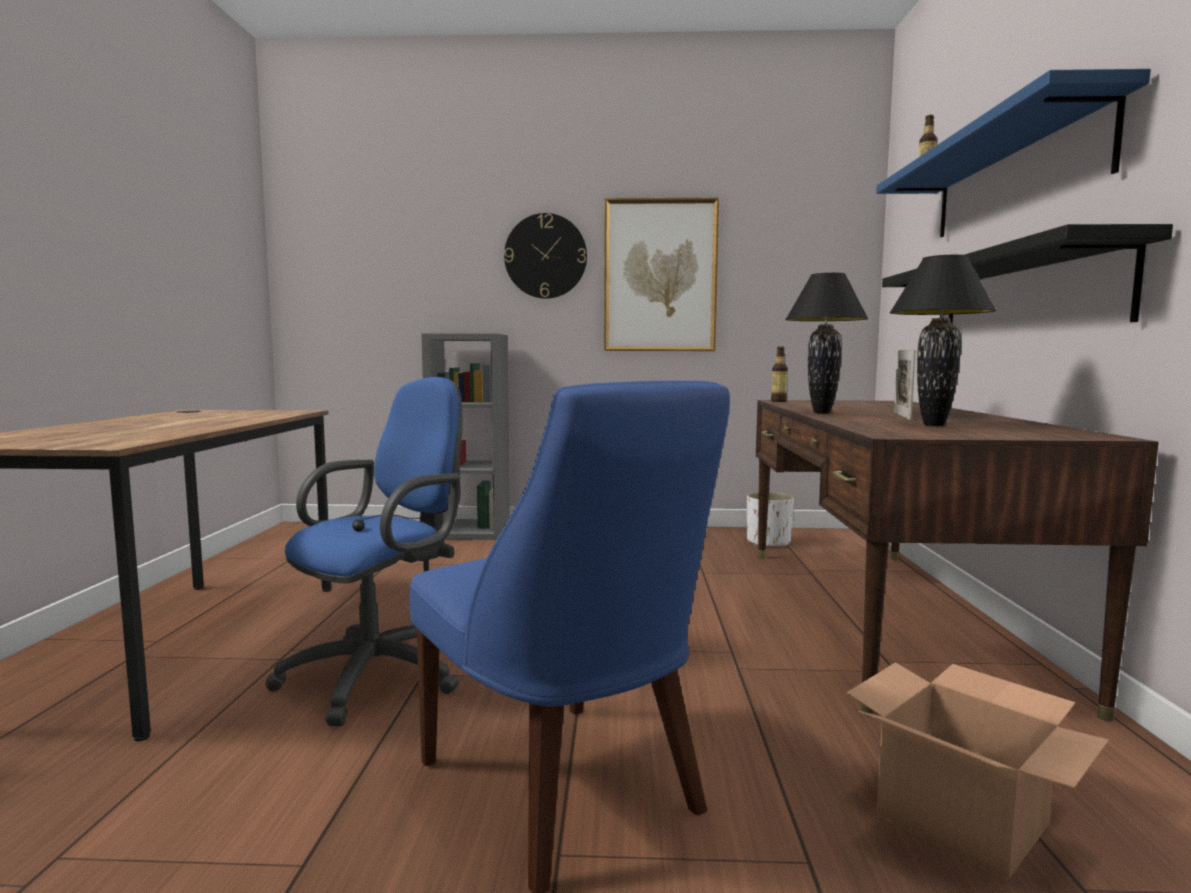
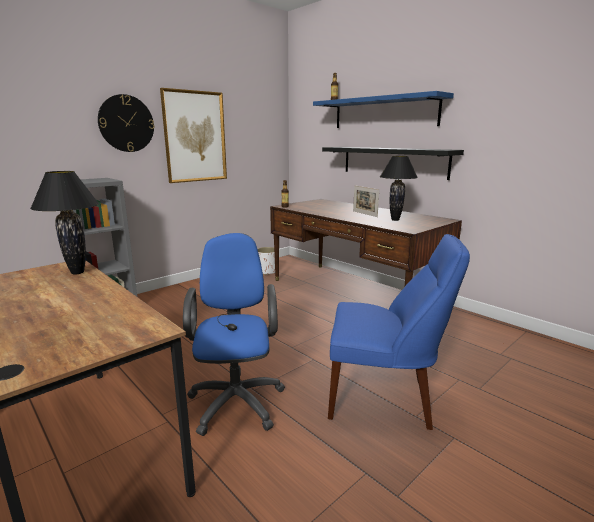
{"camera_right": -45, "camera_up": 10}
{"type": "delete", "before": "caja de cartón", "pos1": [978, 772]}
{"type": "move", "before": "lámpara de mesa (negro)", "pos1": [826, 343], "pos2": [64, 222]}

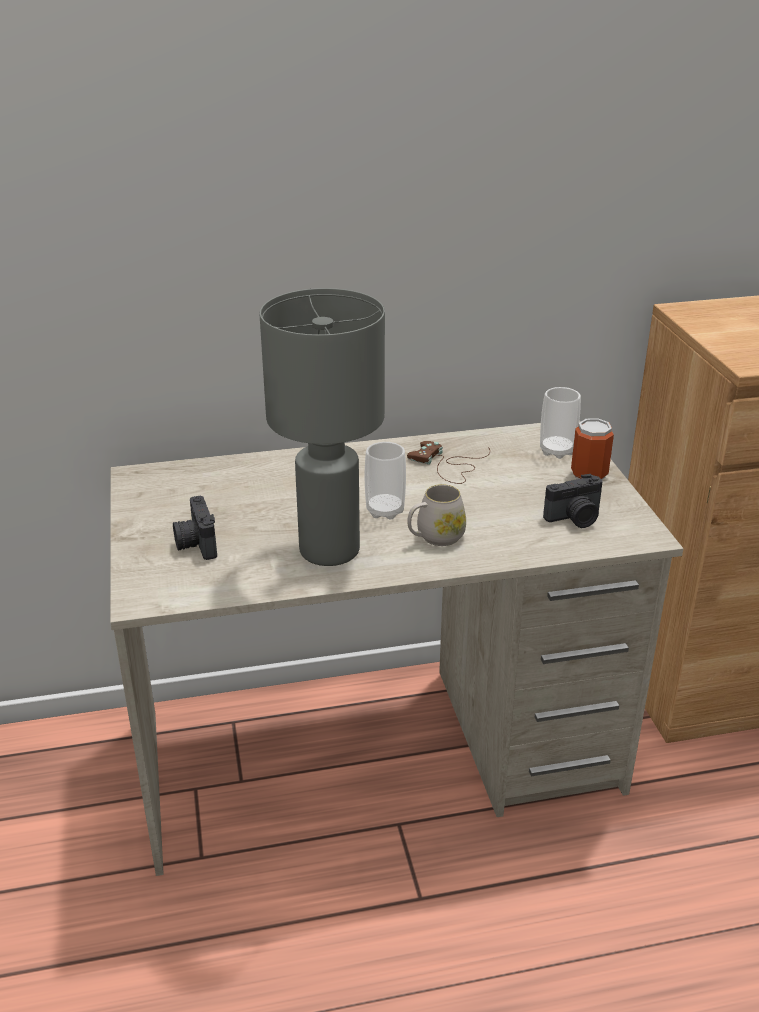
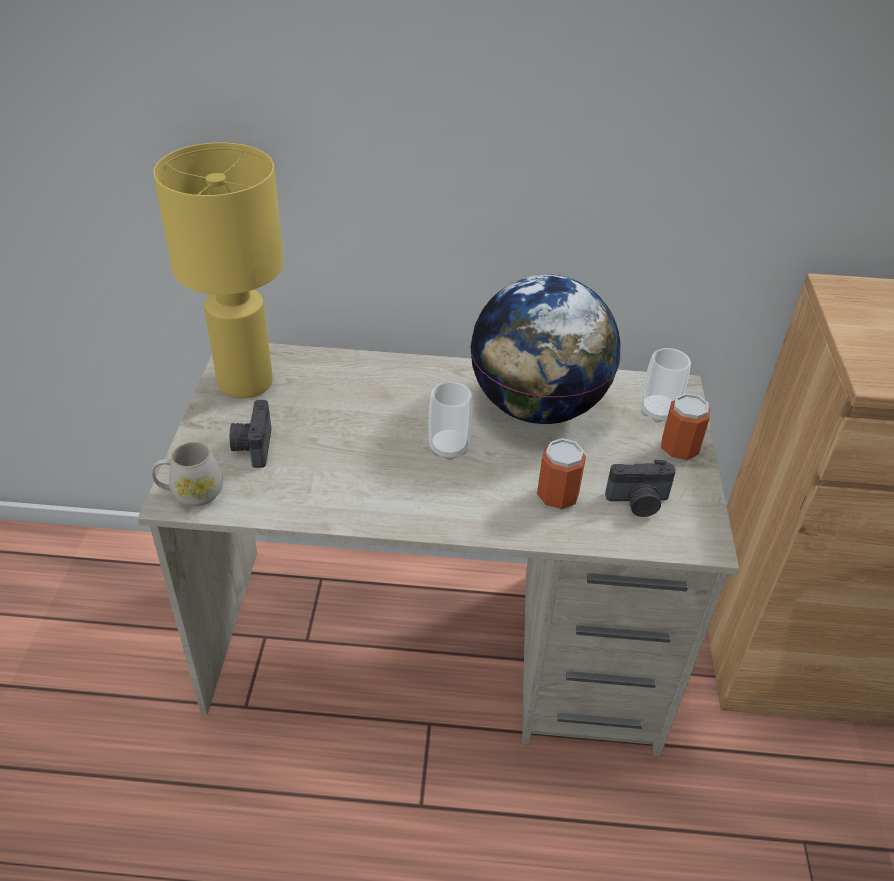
{"camera_right": 15, "camera_up": 10}
{"type": "delete", "before": "lámpara de mesa (gris)", "pos1": [322, 427]}
{"type": "insert", "after": "lámpara de mesa (amarillo)", "pos2": [218, 270]}
{"type": "insert", "after": "lata", "pos2": [561, 474]}
{"type": "move", "before": "taza grande (blanco)", "pos1": [436, 515], "pos2": [187, 474]}
{"type": "replace", "before": "mando de consola (marrón)", "after": "globo terráqueo", "pos1": [448, 462], "pos2": [545, 349]}

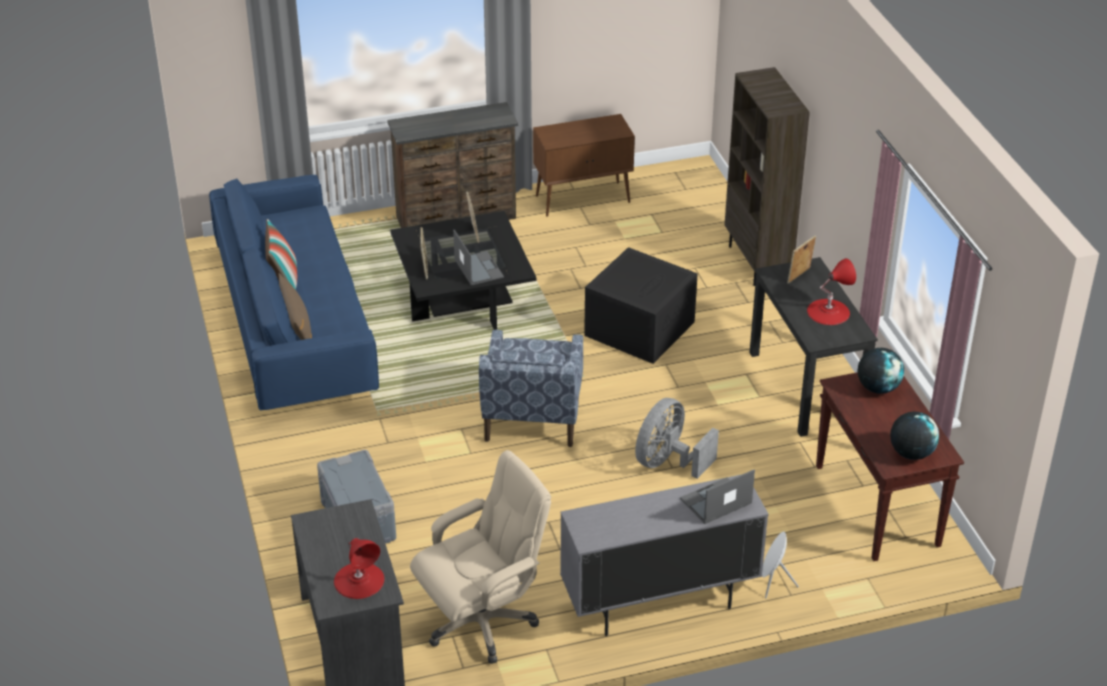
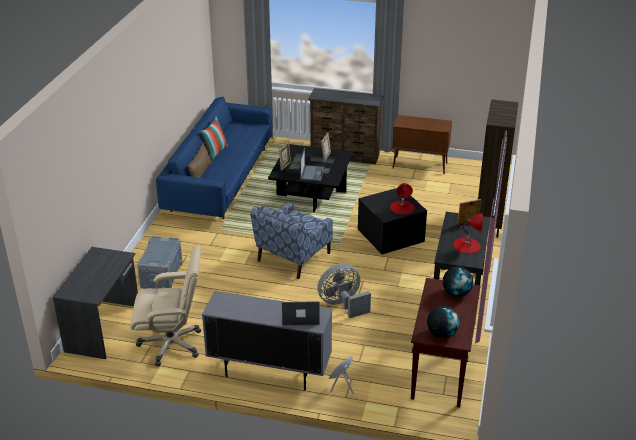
{"camera_right": 30, "camera_up": -5}
{"type": "move", "before": "lámpara de mesa (rojo)", "pos1": [359, 568], "pos2": [402, 198]}

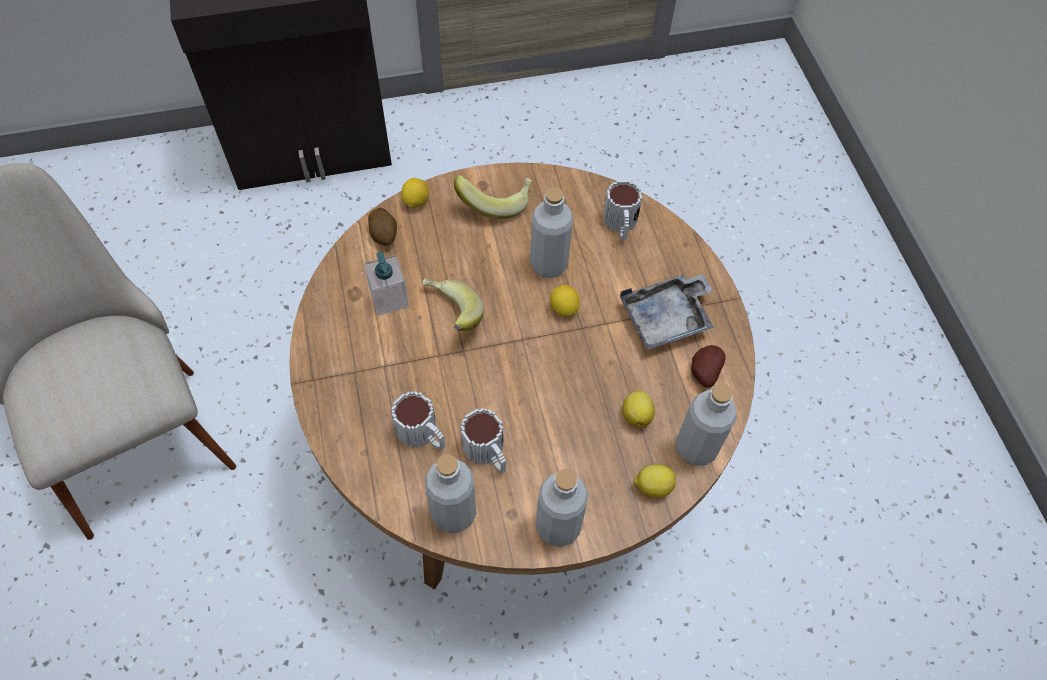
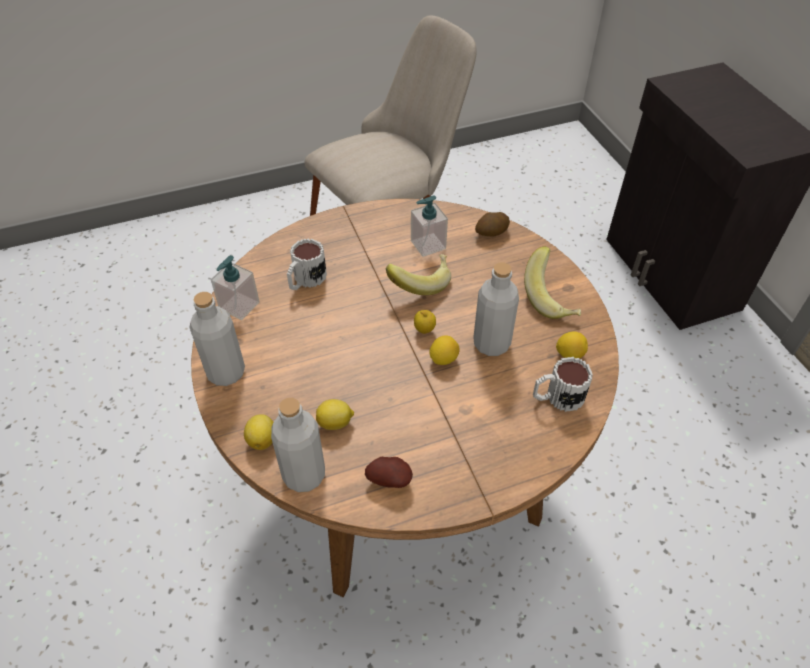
{"camera_right": 85, "camera_up": -10}
{"type": "delete", "before": "taza grande", "pos1": [483, 440]}
{"type": "delete", "before": "bandeja (gris)", "pos1": [667, 312]}
{"type": "insert", "after": "manzana", "pos2": [425, 322]}
{"type": "move", "before": "limón", "pos1": [415, 193], "pos2": [572, 344]}
{"type": "replace", "before": "botella (gris)", "after": "dispensador de jabón", "pos1": [450, 493], "pos2": [235, 287]}

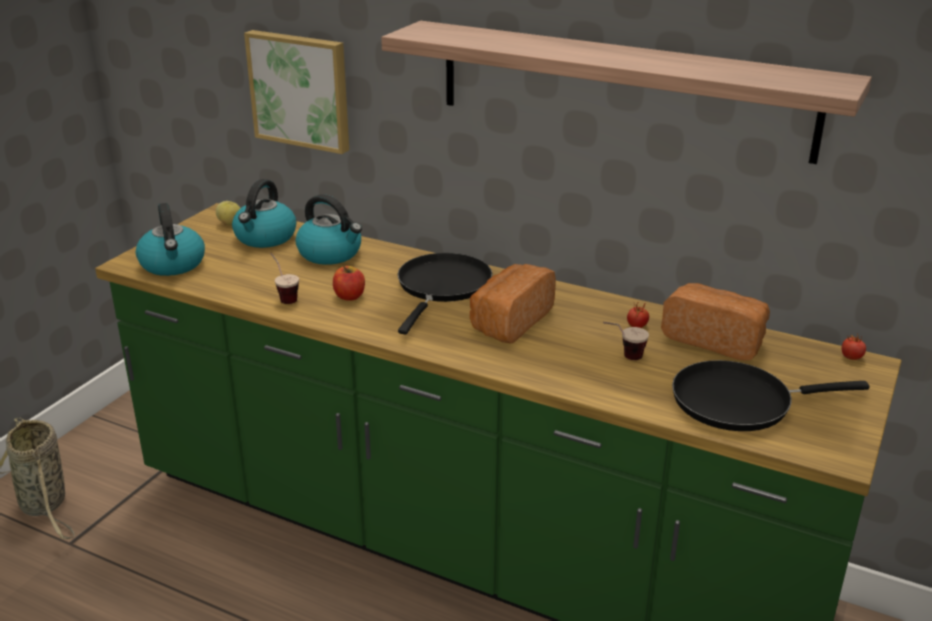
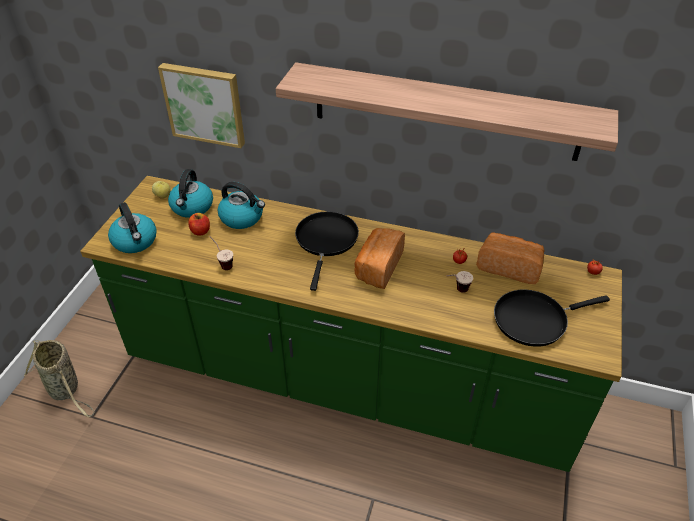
{"camera_right": -10, "camera_up": 15}
{"type": "move", "before": "manzana", "pos1": [349, 283], "pos2": [199, 224]}

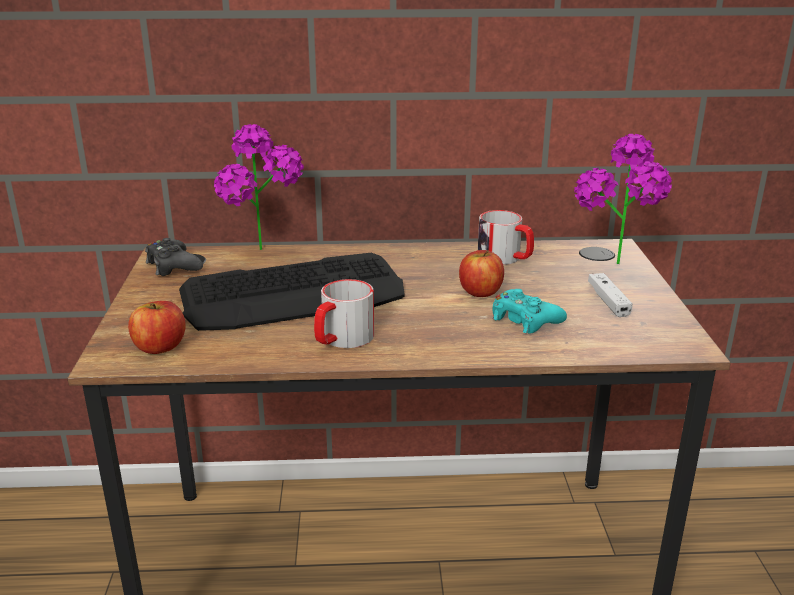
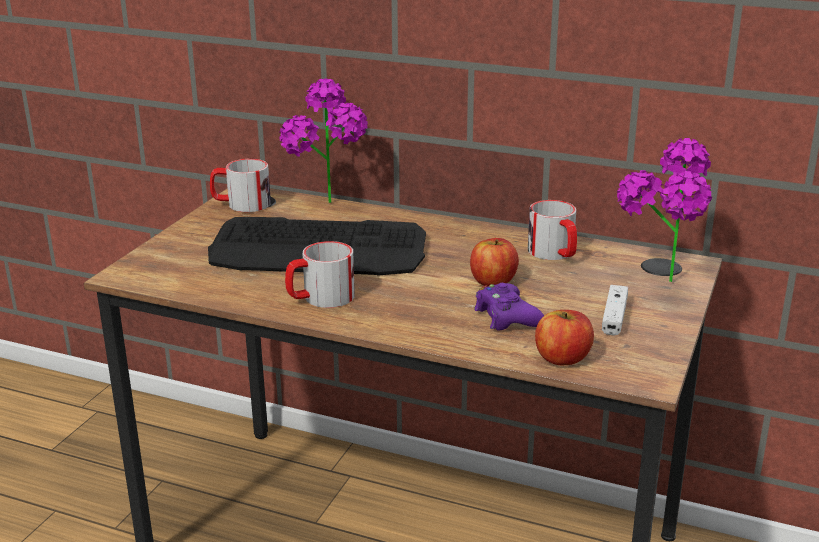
{"camera_right": 25, "camera_up": 0}
{"type": "move", "before": "manzana", "pos1": [157, 327], "pos2": [564, 337]}
{"type": "replace", "before": "mando de consola (negro)", "after": "taza grande", "pos1": [174, 257], "pos2": [240, 185]}
{"type": "recolor", "before": "mando de consola (turquesa)", "after": "mando de consola (morado)", "pos1": [530, 311], "pos2": [509, 307]}

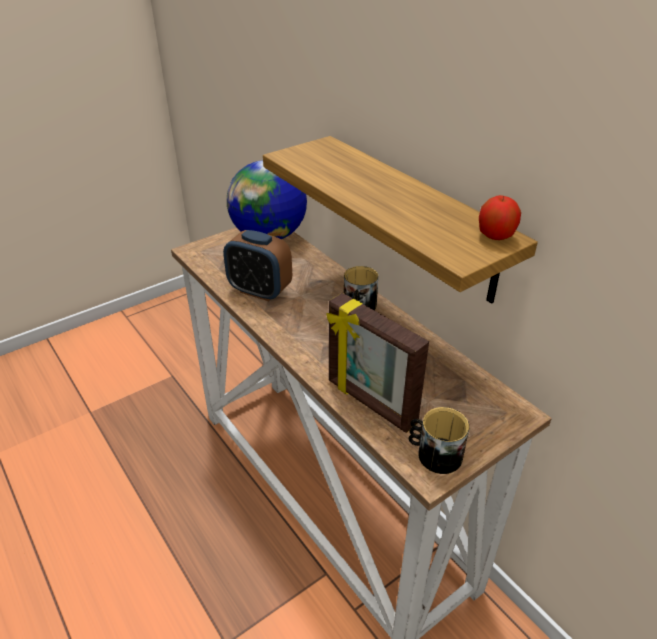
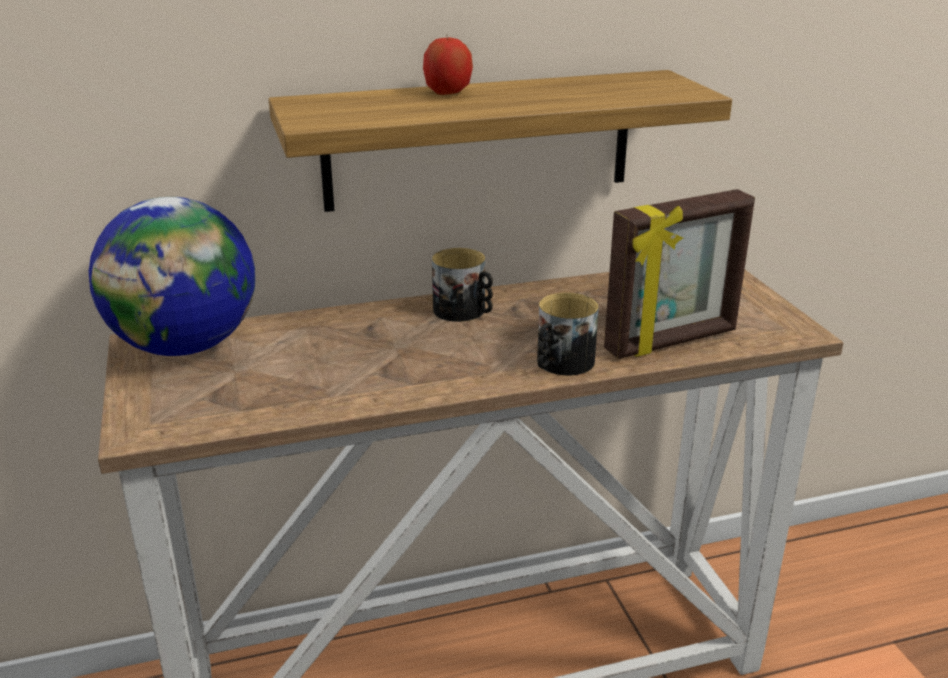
{"camera_right": -70, "camera_up": -10}
{"type": "delete", "before": "despertador", "pos1": [257, 265]}
{"type": "move", "before": "taza grande", "pos1": [439, 440], "pos2": [568, 334]}
{"type": "move", "before": "manzana", "pos1": [500, 217], "pos2": [448, 66]}

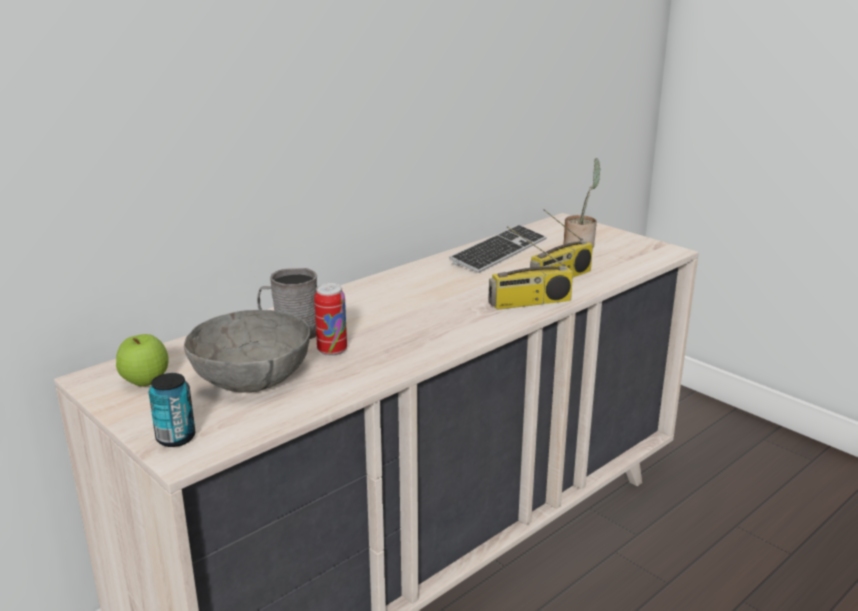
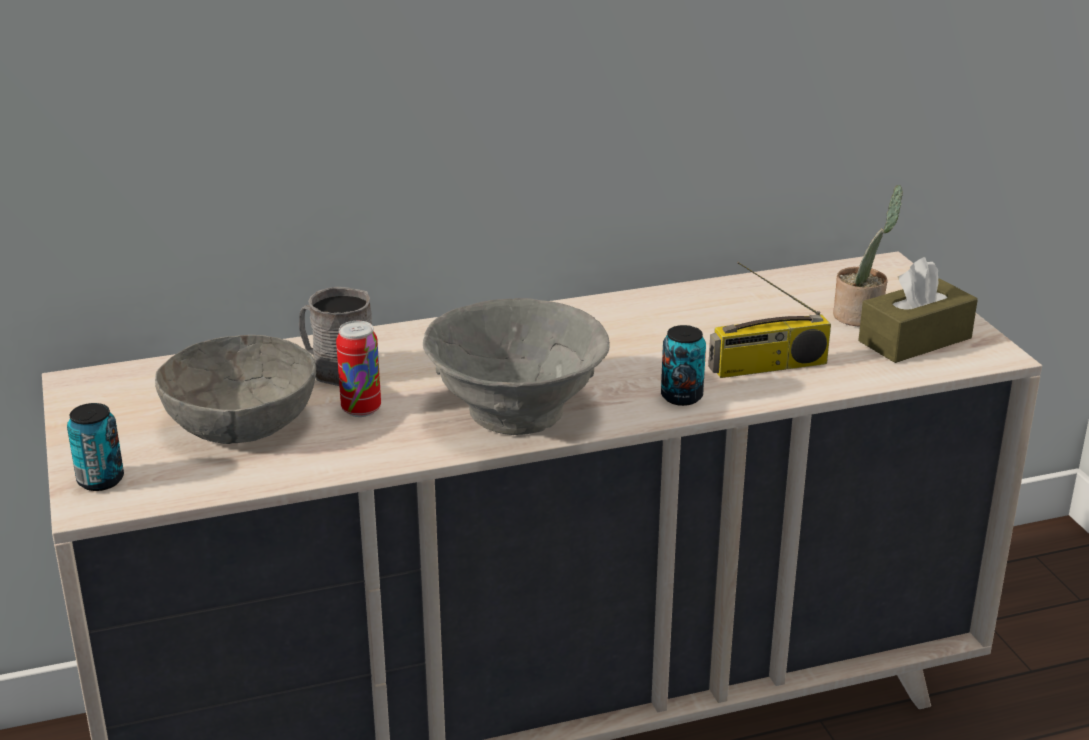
{"camera_right": 25, "camera_up": 5}
{"type": "delete", "before": "manzana", "pos1": [142, 360]}
{"type": "delete", "before": "teclado", "pos1": [498, 249]}
{"type": "insert", "after": "cuenco (gris)", "pos2": [516, 366]}
{"type": "insert", "after": "caja de pañuelos (marrón)", "pos2": [918, 310]}
{"type": "replace", "before": "radio", "after": "lata", "pos1": [530, 268], "pos2": [683, 365]}

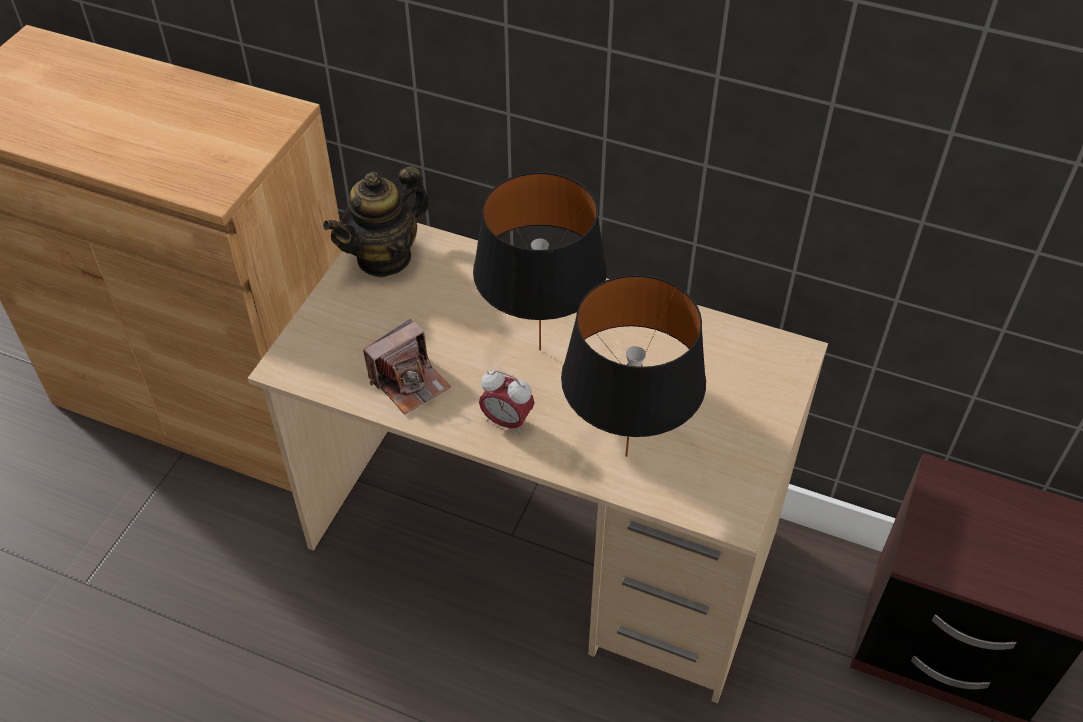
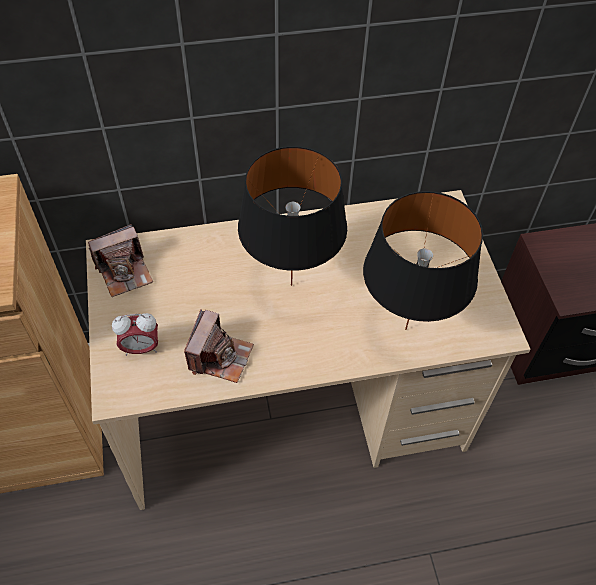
{"camera_right": -35, "camera_up": 5}
{"type": "move", "before": "despertador", "pos1": [507, 402], "pos2": [135, 334]}
{"type": "replace", "before": "tetera", "after": "cámara", "pos1": [376, 222], "pos2": [120, 260]}

